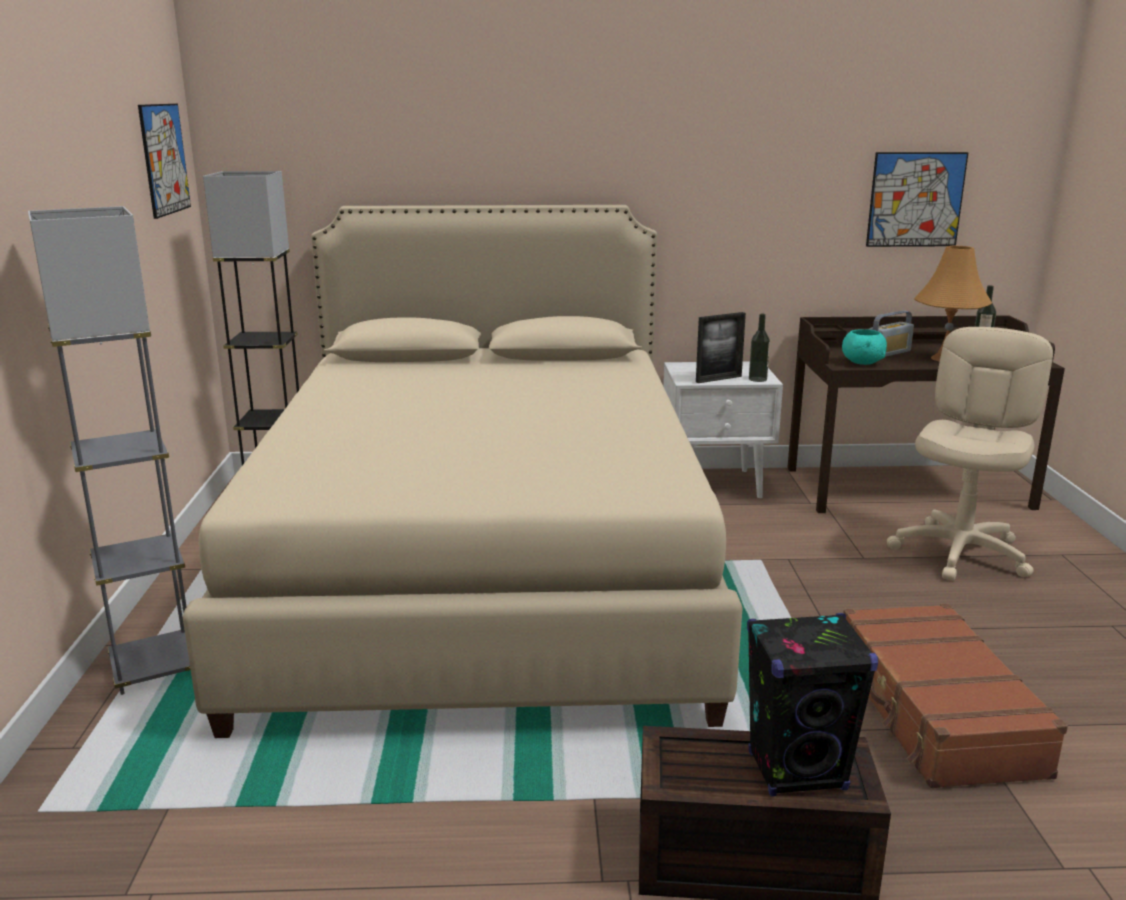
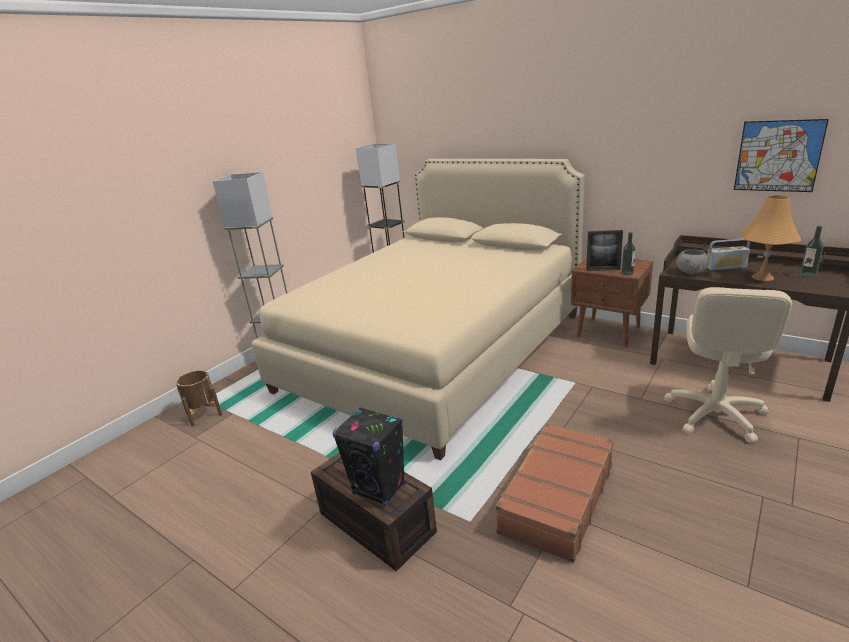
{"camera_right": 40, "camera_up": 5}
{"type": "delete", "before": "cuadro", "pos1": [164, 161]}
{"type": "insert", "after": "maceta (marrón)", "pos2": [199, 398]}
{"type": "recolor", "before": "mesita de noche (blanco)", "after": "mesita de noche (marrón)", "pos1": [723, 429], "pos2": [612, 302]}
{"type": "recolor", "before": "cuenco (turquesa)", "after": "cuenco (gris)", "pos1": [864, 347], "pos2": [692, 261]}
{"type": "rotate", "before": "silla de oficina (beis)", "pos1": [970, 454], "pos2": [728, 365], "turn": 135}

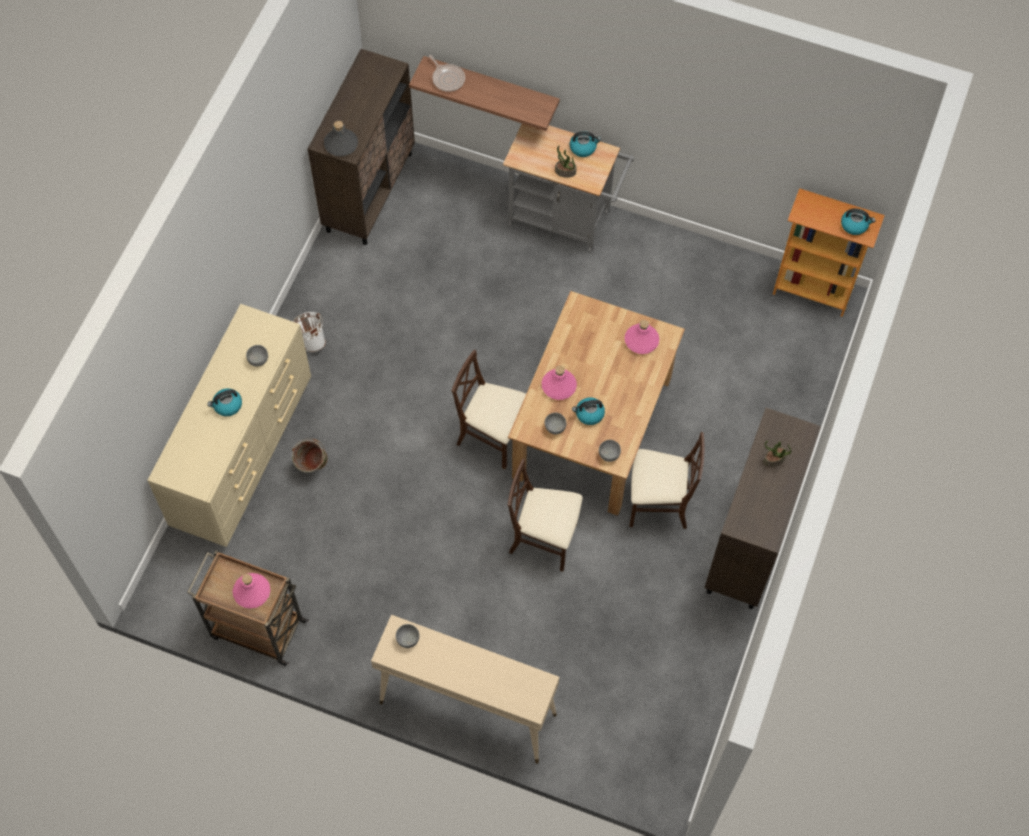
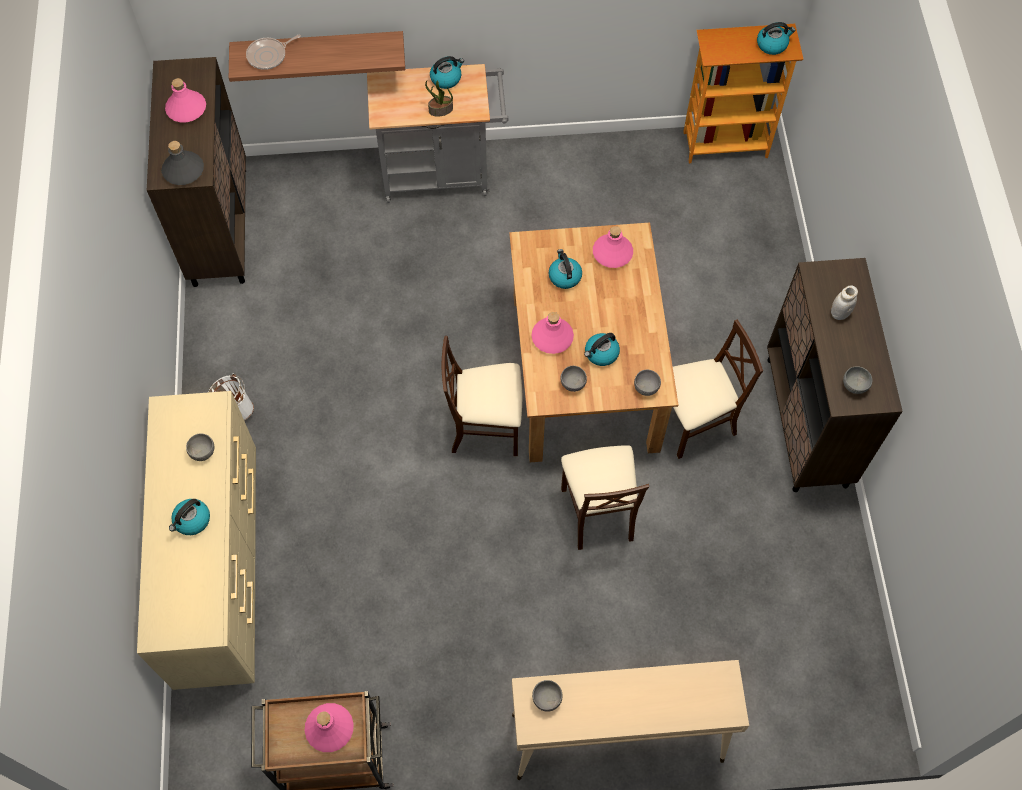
{"camera_right": -25, "camera_up": 0}
{"type": "delete", "before": "cubo (verde)", "pos1": [310, 455]}
{"type": "insert", "after": "botella (rosa)", "pos2": [185, 100]}
{"type": "insert", "after": "hervidor", "pos2": [565, 269]}
{"type": "insert", "after": "cuenco (gris)", "pos2": [857, 380]}
{"type": "replace", "before": "planta en maceta", "after": "tarro (blanco)", "pos1": [777, 454], "pos2": [844, 302]}
{"type": "rotate", "before": "sartén", "pos1": [447, 73], "pos2": [273, 52], "turn": 120}
{"type": "rotate", "before": "silla (beis)", "pos1": [545, 515], "pos2": [605, 497], "turn": -90}

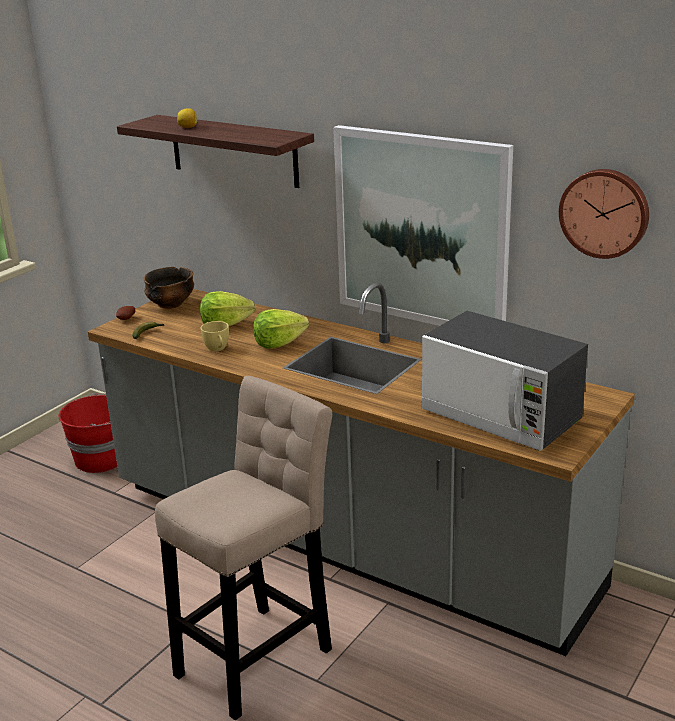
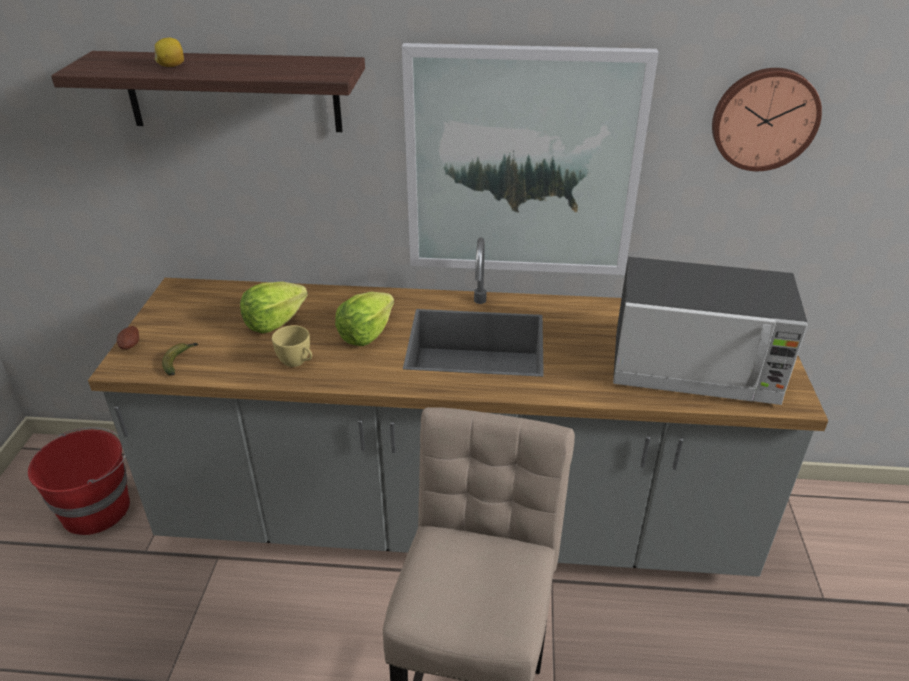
{"camera_right": -30, "camera_up": 10}
{"type": "delete", "before": "cuenco", "pos1": [168, 288]}

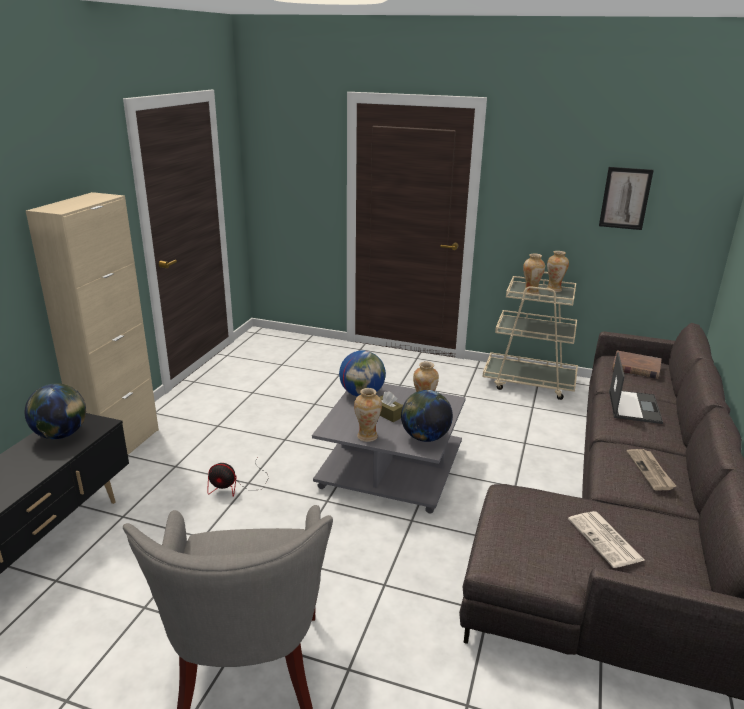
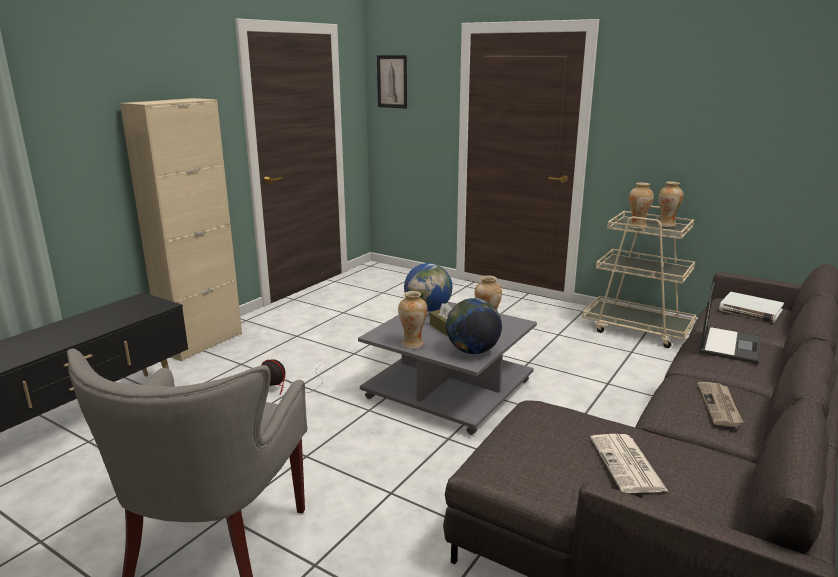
{"camera_right": 15, "camera_up": -5}
{"type": "delete", "before": "globo terráqueo", "pos1": [55, 411]}
{"type": "move", "before": "cuadro", "pos1": [626, 198], "pos2": [392, 82]}
{"type": "recolor", "before": "libro (marrón)", "after": "libro (blanco)", "pos1": [636, 365], "pos2": [751, 307]}

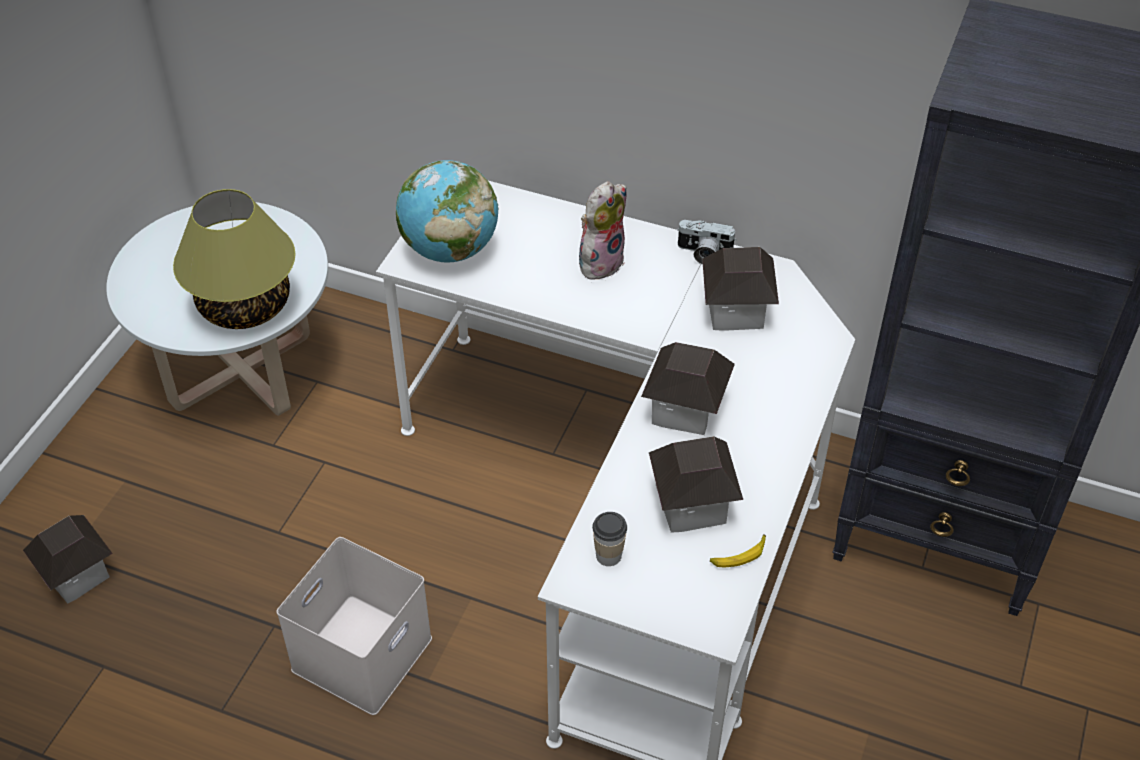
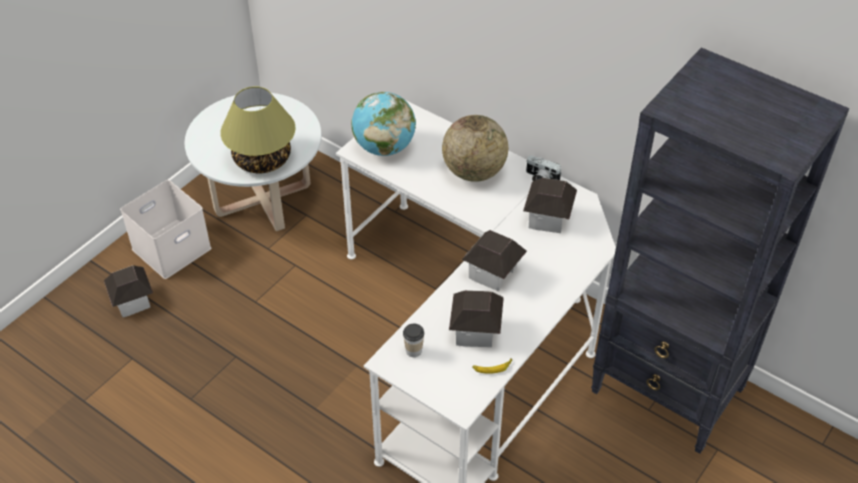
{"camera_right": 15, "camera_up": 0}
{"type": "move", "before": "caja de almacenaje (blanco)", "pos1": [354, 626], "pos2": [165, 229]}
{"type": "replace", "before": "peluche", "after": "globo terráqueo", "pos1": [600, 230], "pos2": [475, 148]}

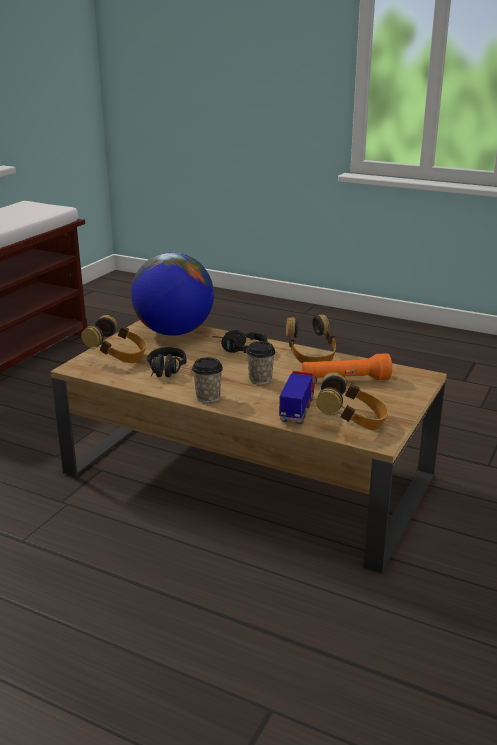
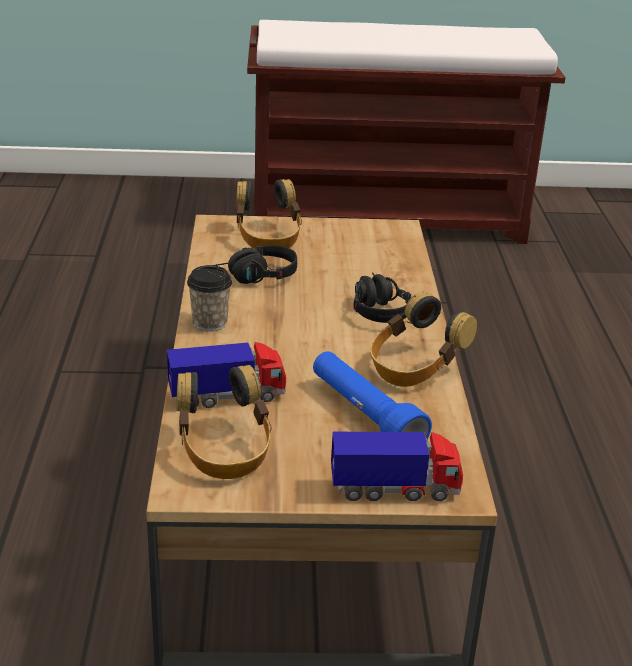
{"camera_right": 60, "camera_up": 5}
{"type": "delete", "before": "globo terráqueo", "pos1": [172, 294]}
{"type": "delete", "before": "taza", "pos1": [260, 362]}
{"type": "insert", "after": "camión de juguete", "pos2": [397, 466]}
{"type": "recolor", "before": "linterna (naranja)", "after": "linterna (azul)", "pos1": [347, 366], "pos2": [372, 395]}

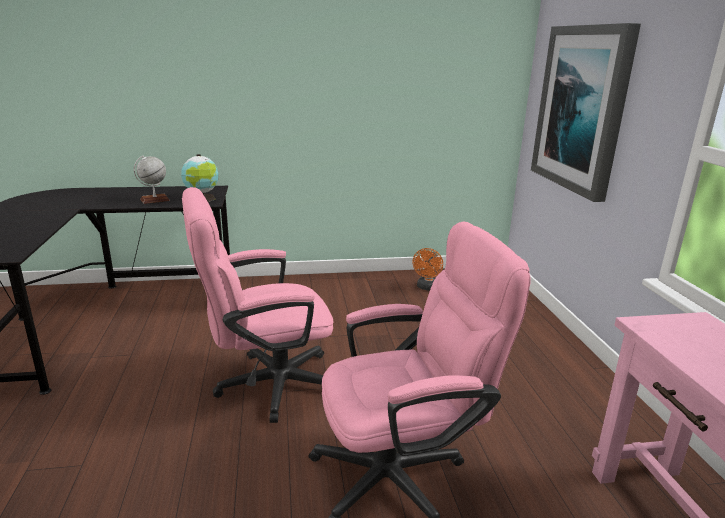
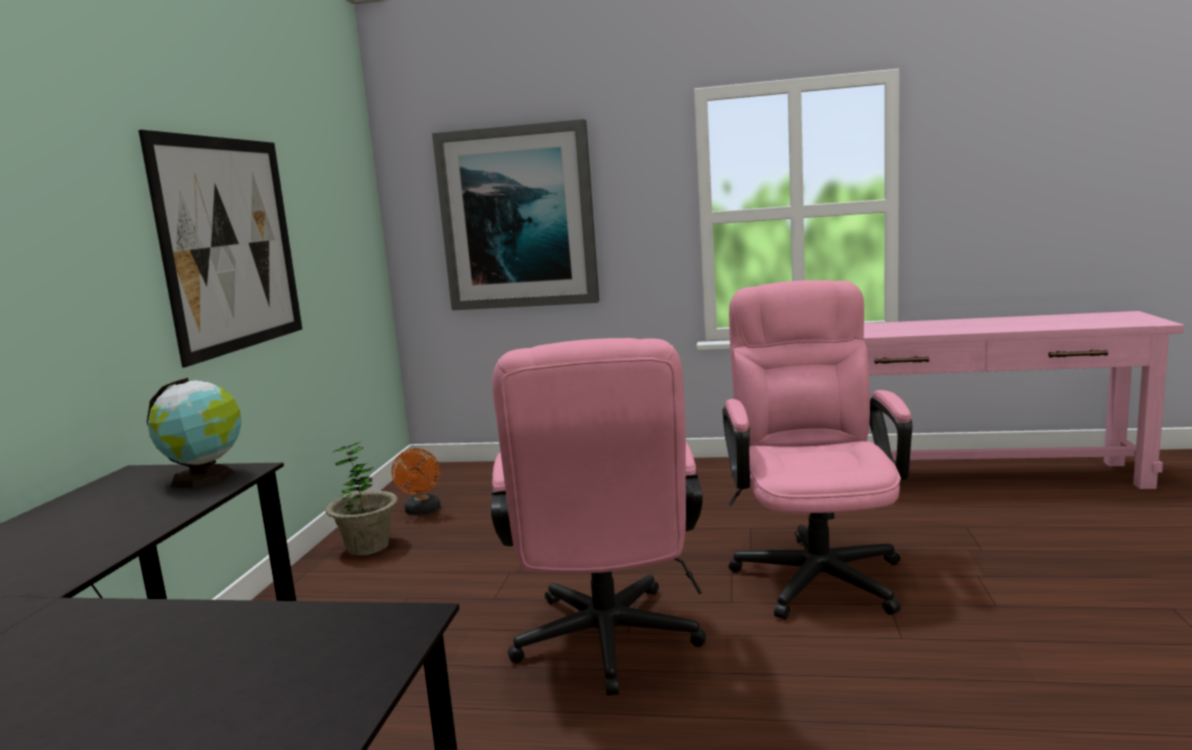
{"camera_right": -70, "camera_up": -10}
{"type": "delete", "before": "globo terráqueo", "pos1": [152, 179]}
{"type": "insert", "after": "cuadro", "pos2": [220, 249]}
{"type": "insert", "after": "planta en maceta", "pos2": [361, 498]}
{"type": "rotate", "before": "ventilador (naranja)", "pos1": [428, 269], "pos2": [415, 481], "turn": 45}

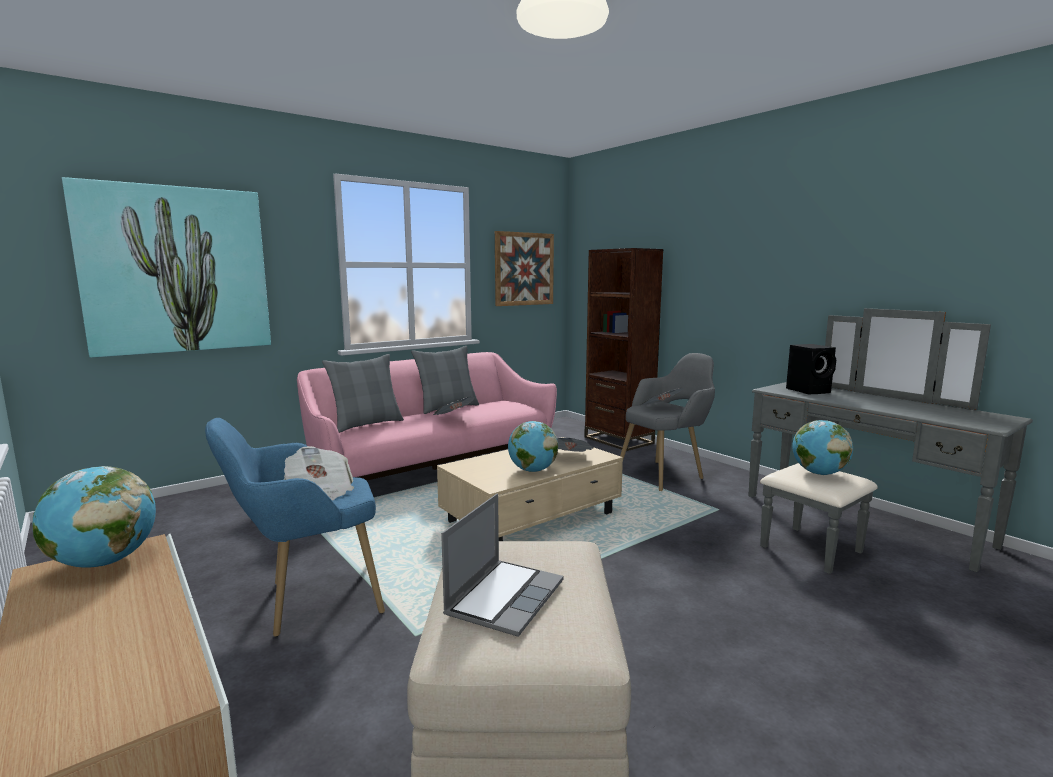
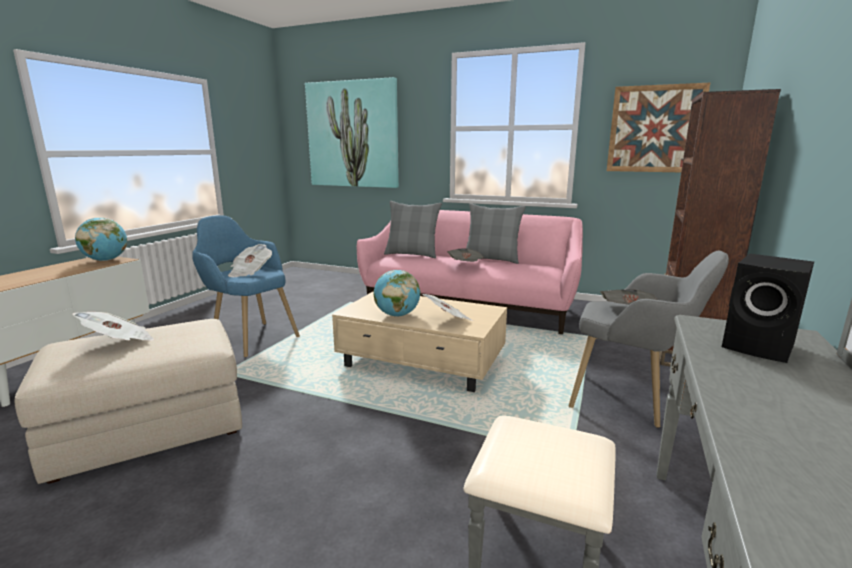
{"camera_right": 60, "camera_up": 5}
{"type": "delete", "before": "globo terráqueo", "pos1": [822, 447]}
{"type": "replace", "before": "portátil", "after": "periódico", "pos1": [502, 565], "pos2": [113, 326]}

